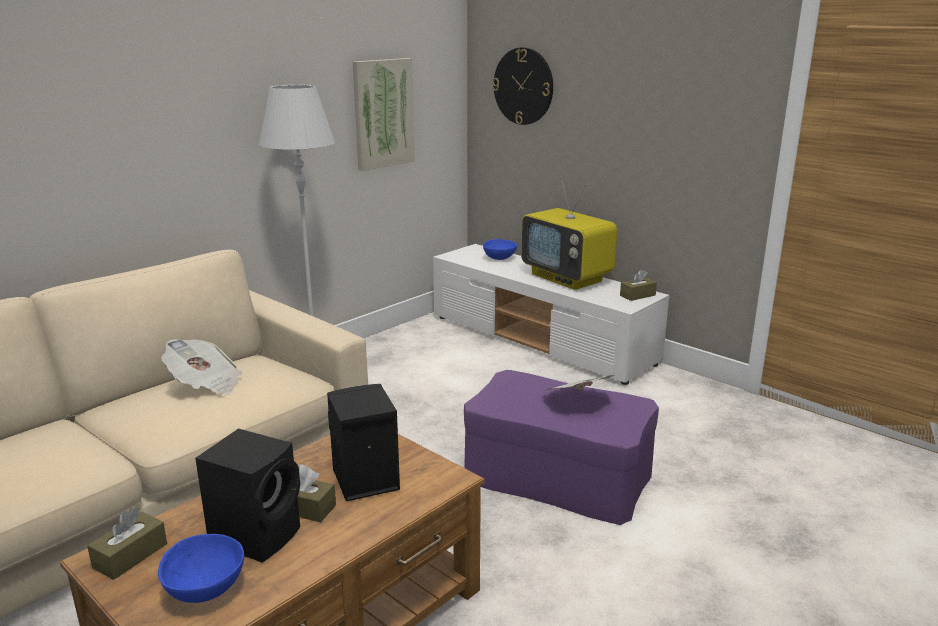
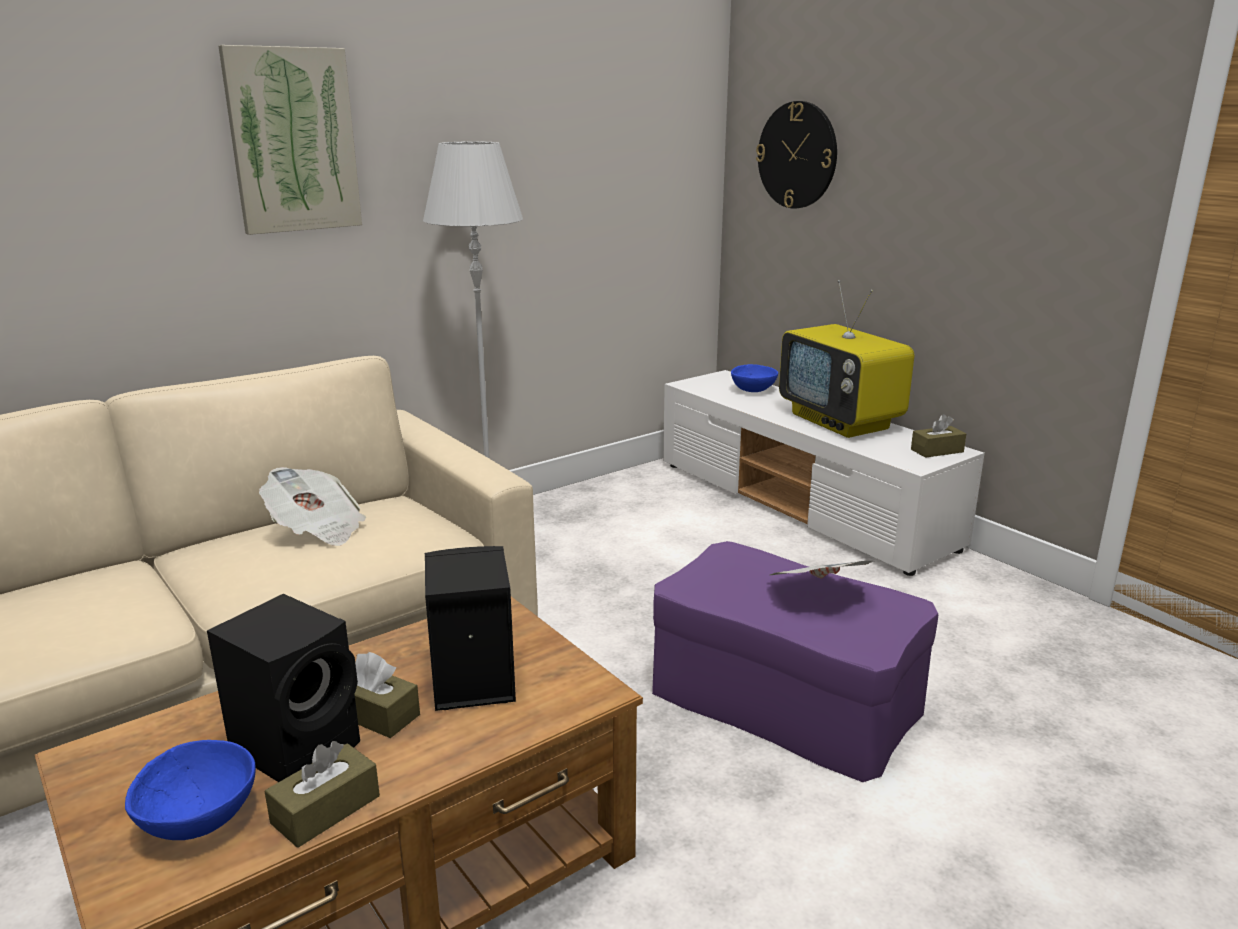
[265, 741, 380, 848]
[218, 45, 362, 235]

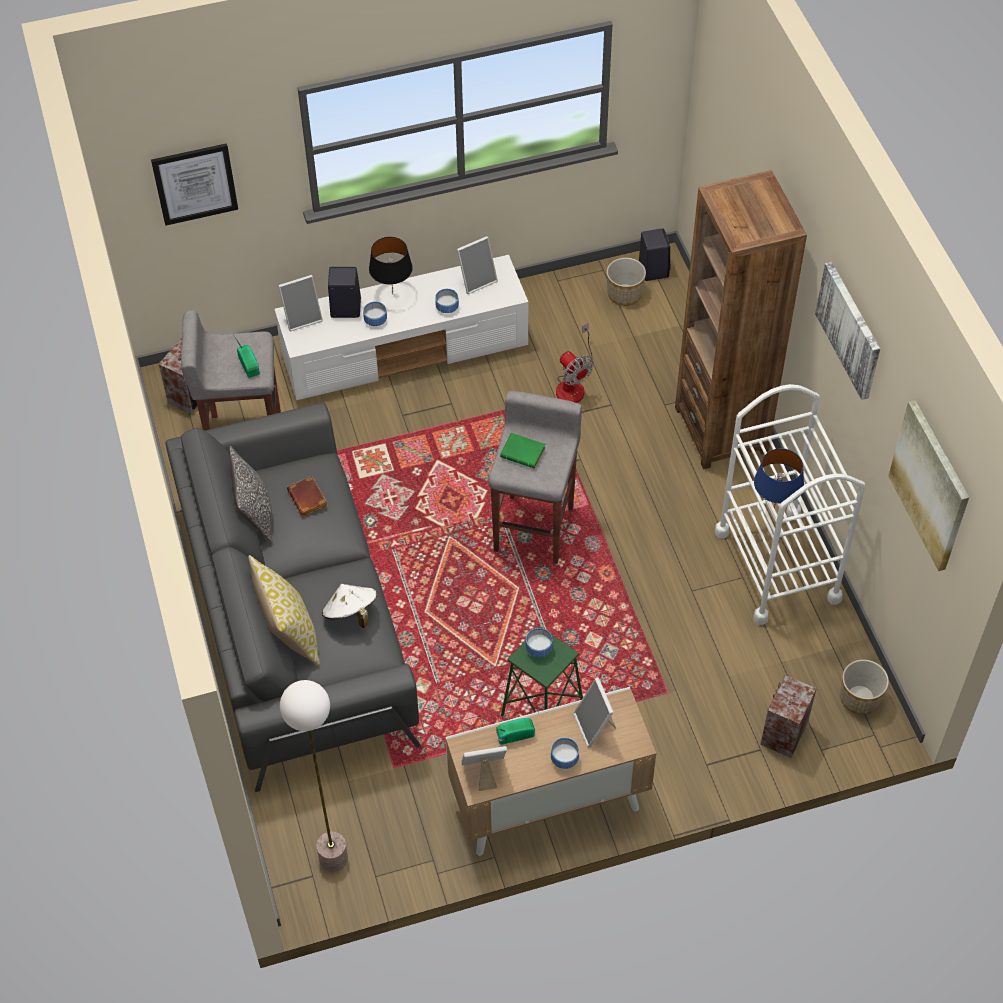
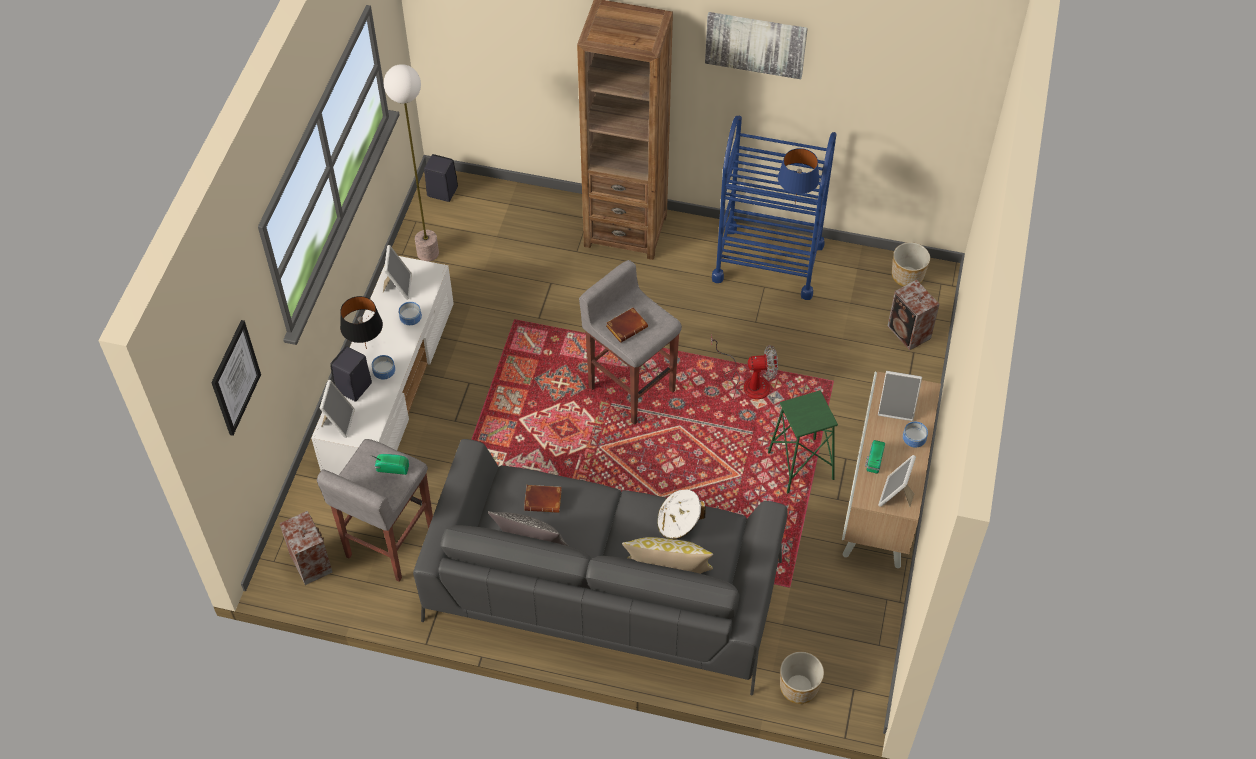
[526, 628, 553, 657] (first image)
[888, 400, 969, 571] (first image)
[384, 64, 439, 262]
[711, 334, 778, 399]
[780, 652, 824, 704]
[606, 308, 648, 343]
[712, 116, 837, 300]

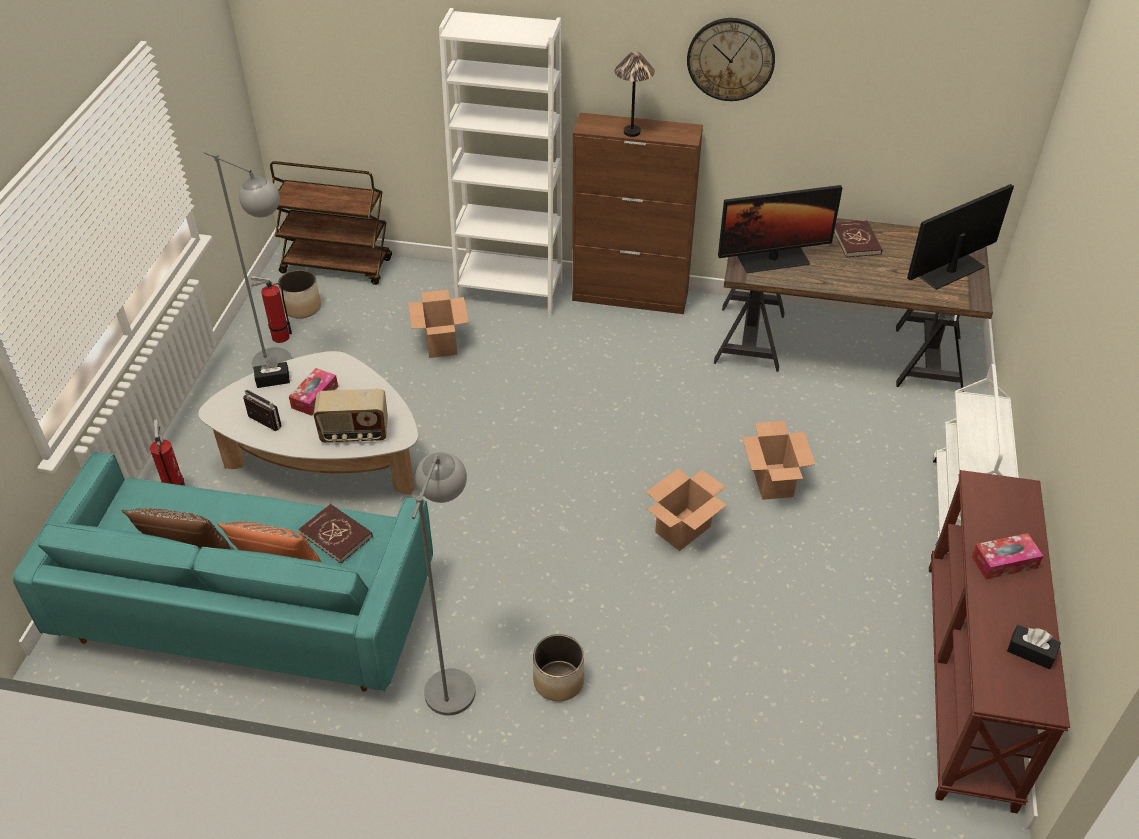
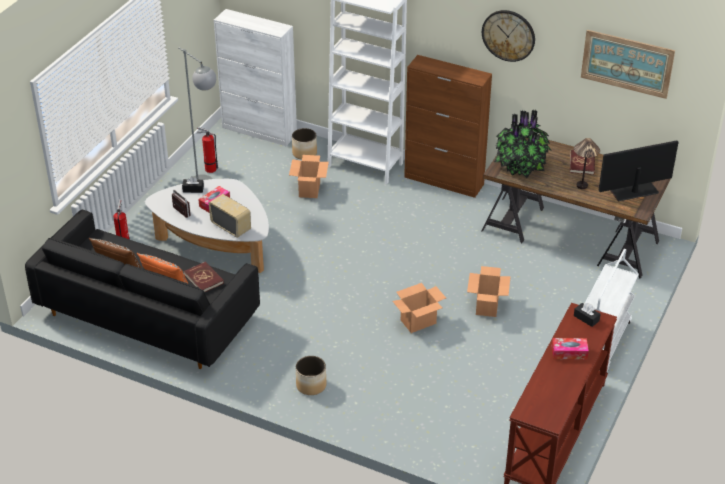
[412, 452, 476, 715] (first image)
[581, 30, 675, 99]
[292, 128, 317, 160]
[574, 138, 600, 189]
[574, 303, 601, 327]
[214, 9, 297, 146]
[494, 110, 552, 178]
[25, 210, 260, 369]
[208, 194, 251, 238]

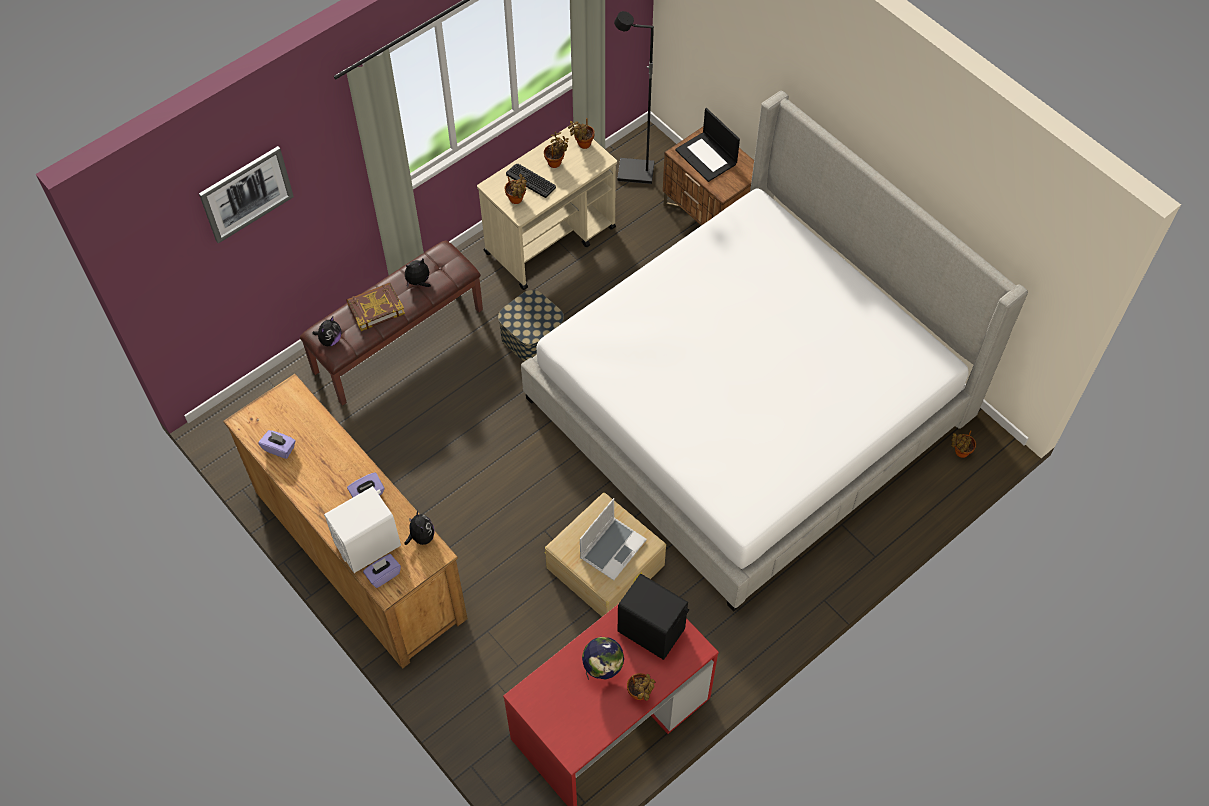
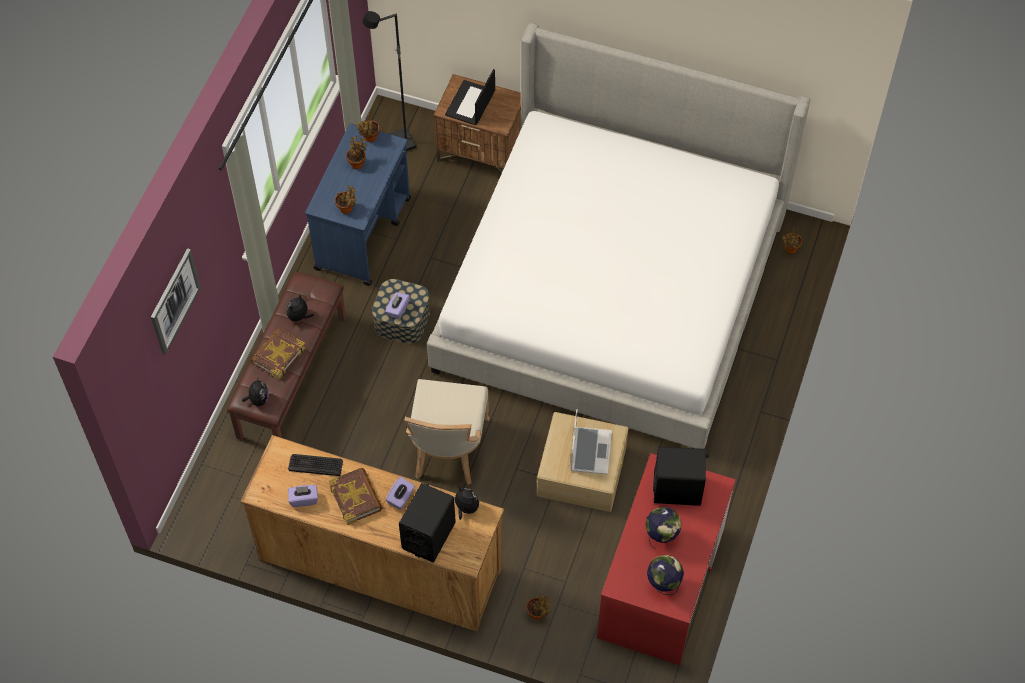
[328, 468, 382, 525]
[404, 379, 490, 485]
[647, 555, 684, 595]
[385, 292, 410, 319]
[288, 454, 343, 476]
[526, 595, 551, 620]
[399, 483, 456, 562]
[305, 123, 411, 286]
[445, 69, 495, 125]

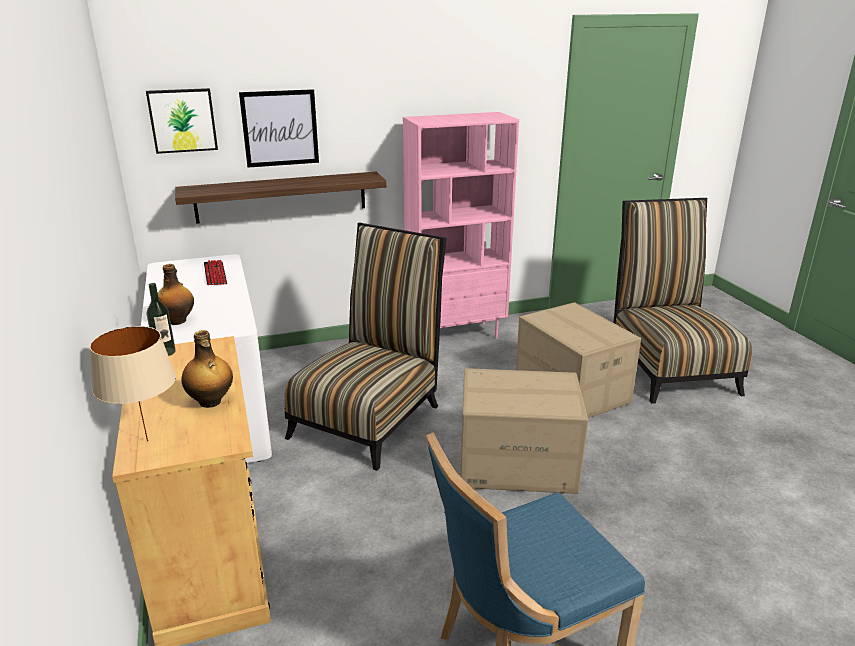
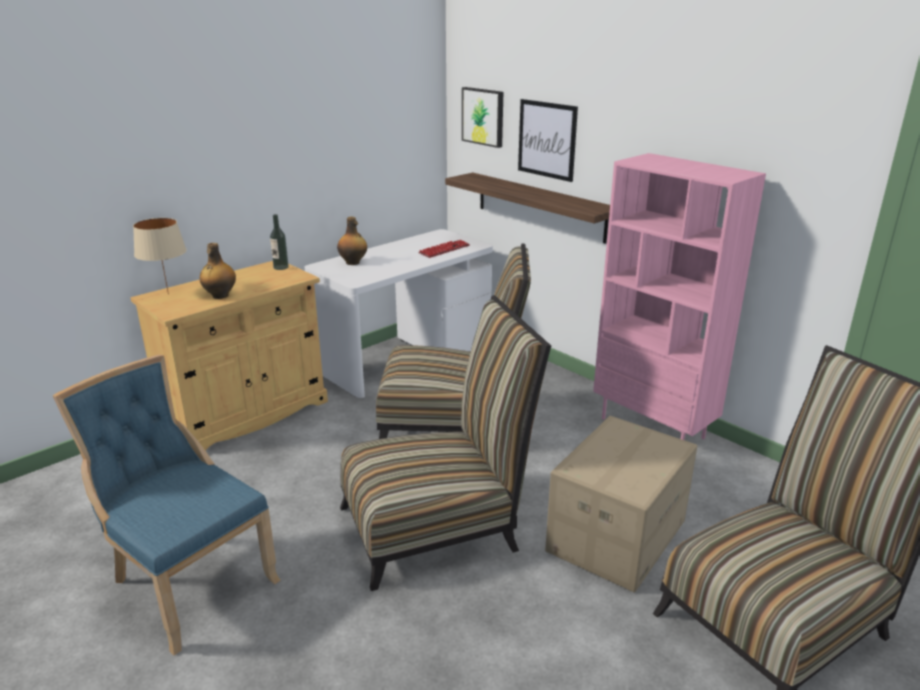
[340, 295, 551, 591]

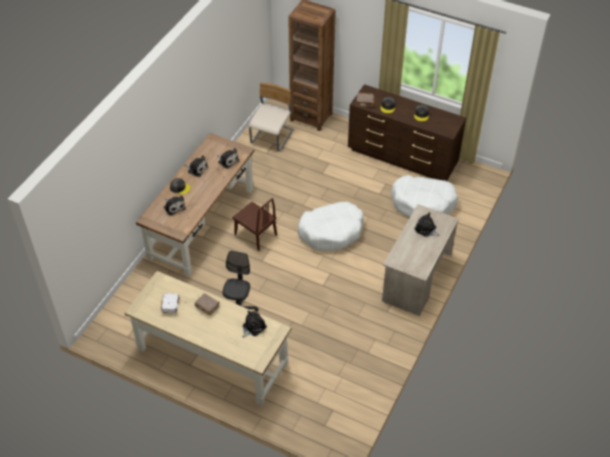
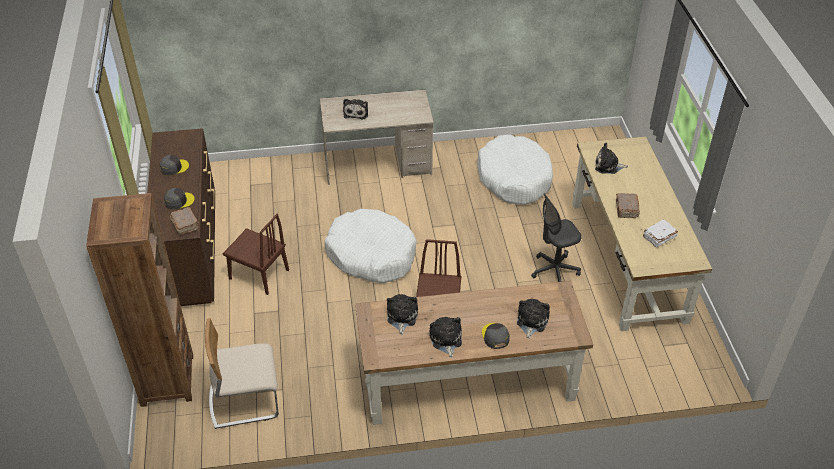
[222, 214, 289, 295]
[477, 135, 553, 205]

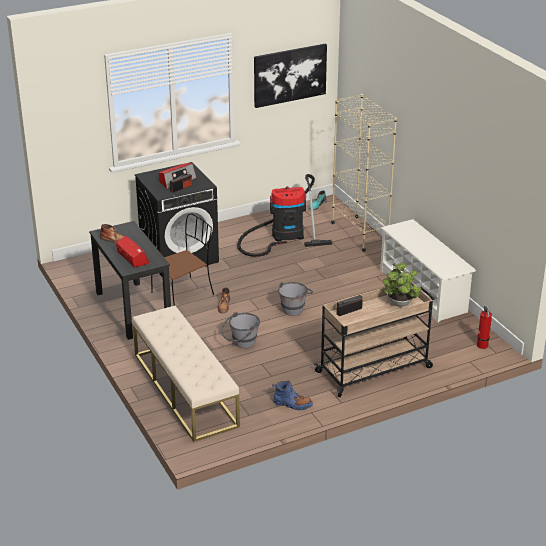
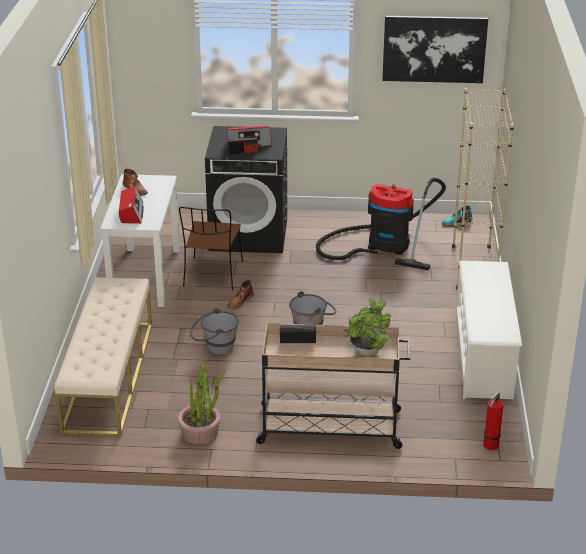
[177, 362, 226, 445]
[100, 174, 180, 307]
[179, 207, 243, 290]

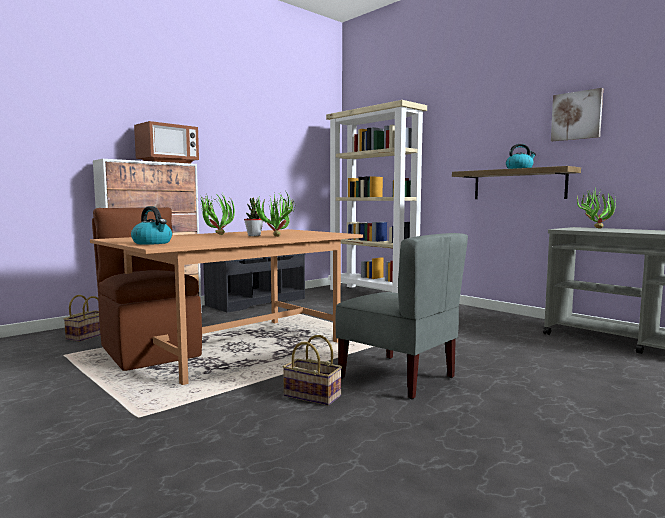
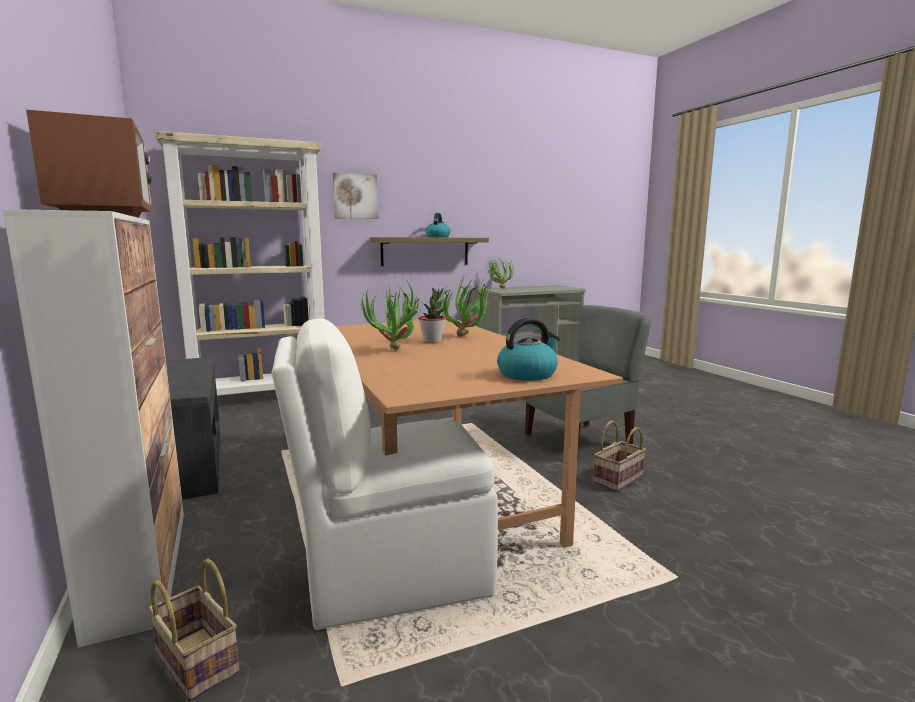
[333, 173, 378, 219]
[272, 318, 498, 630]

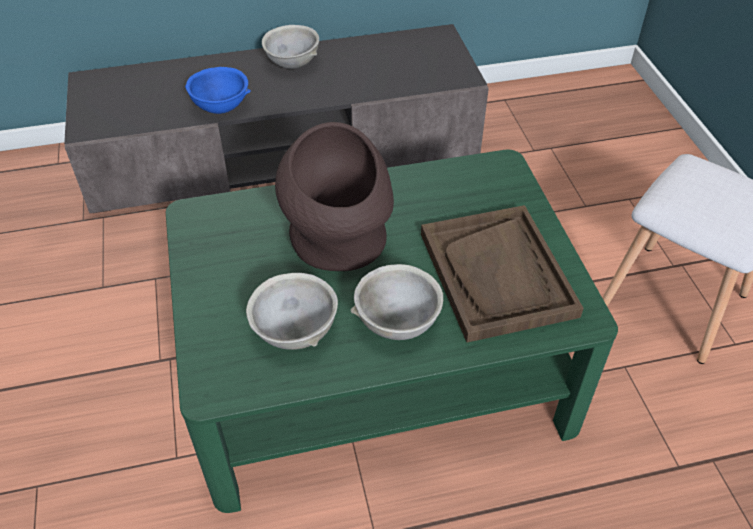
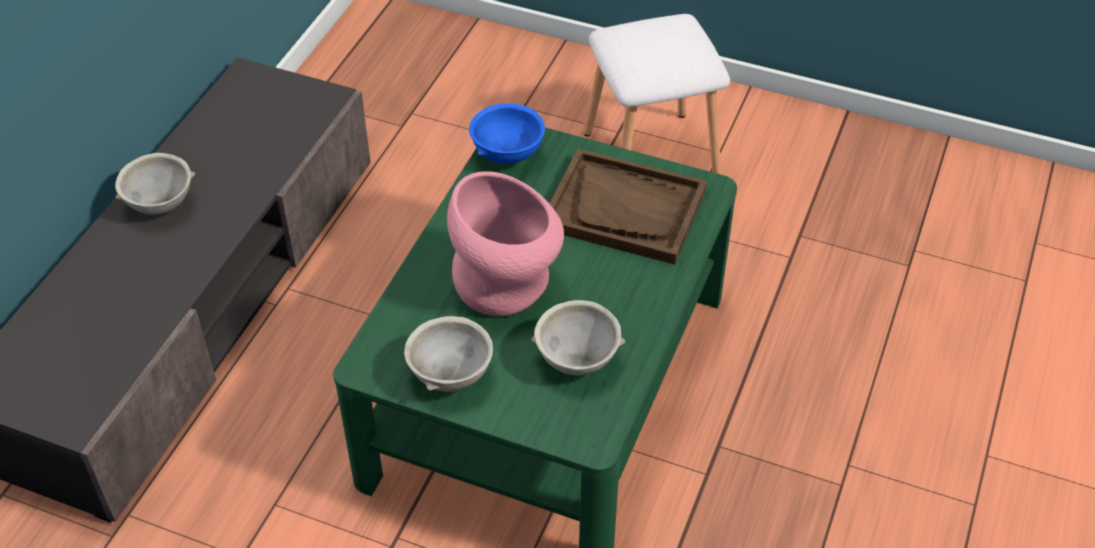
[469, 104, 545, 164]
[404, 316, 493, 392]
[447, 171, 564, 316]

